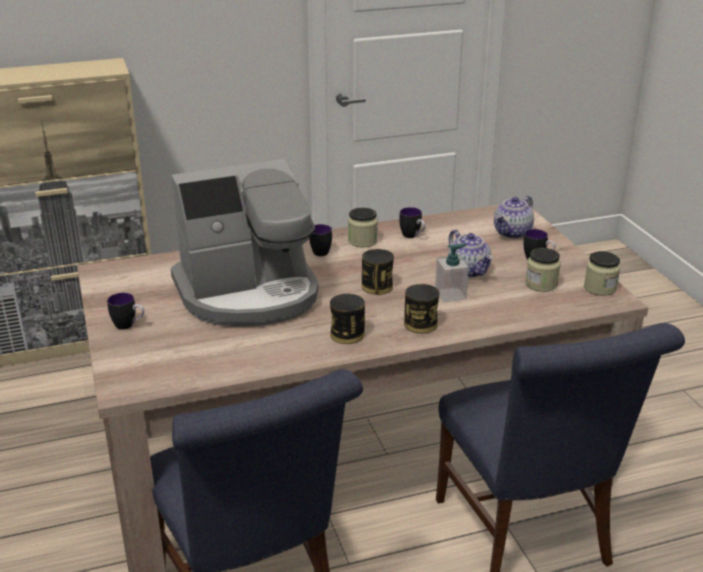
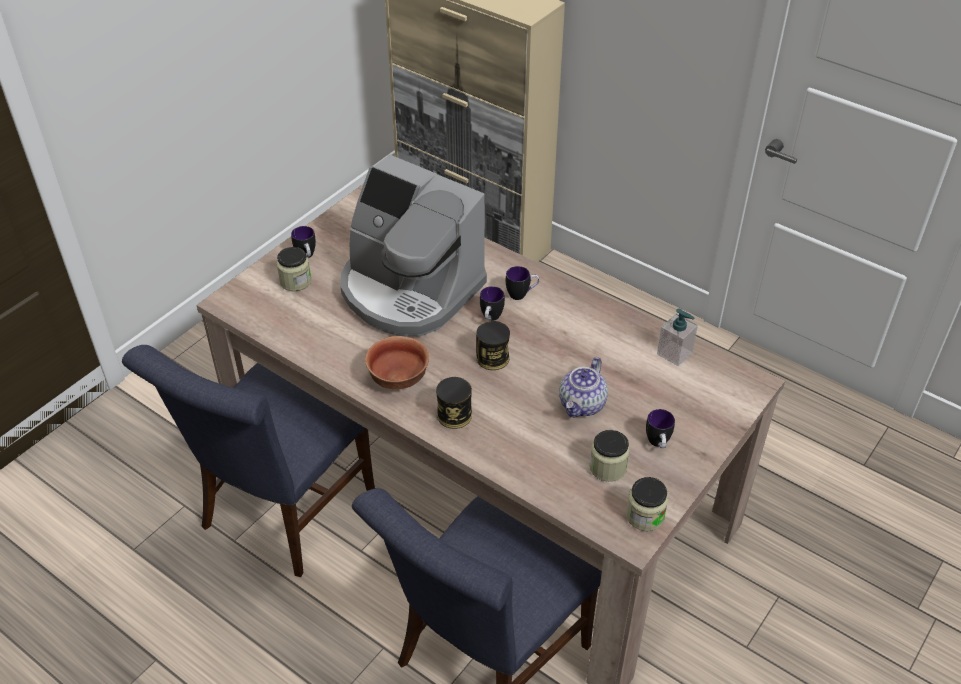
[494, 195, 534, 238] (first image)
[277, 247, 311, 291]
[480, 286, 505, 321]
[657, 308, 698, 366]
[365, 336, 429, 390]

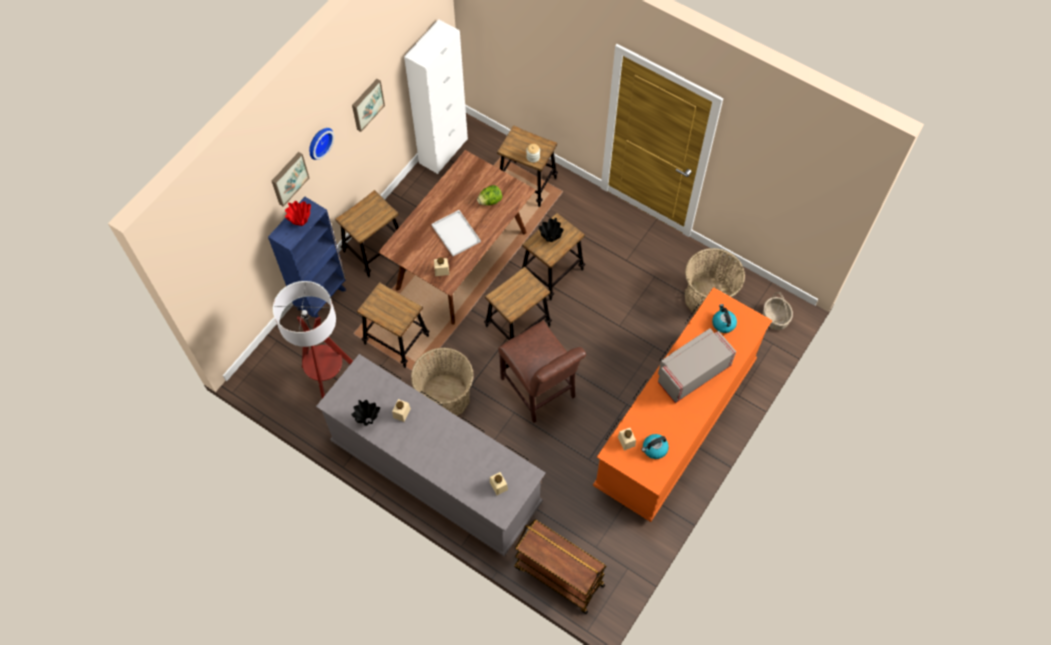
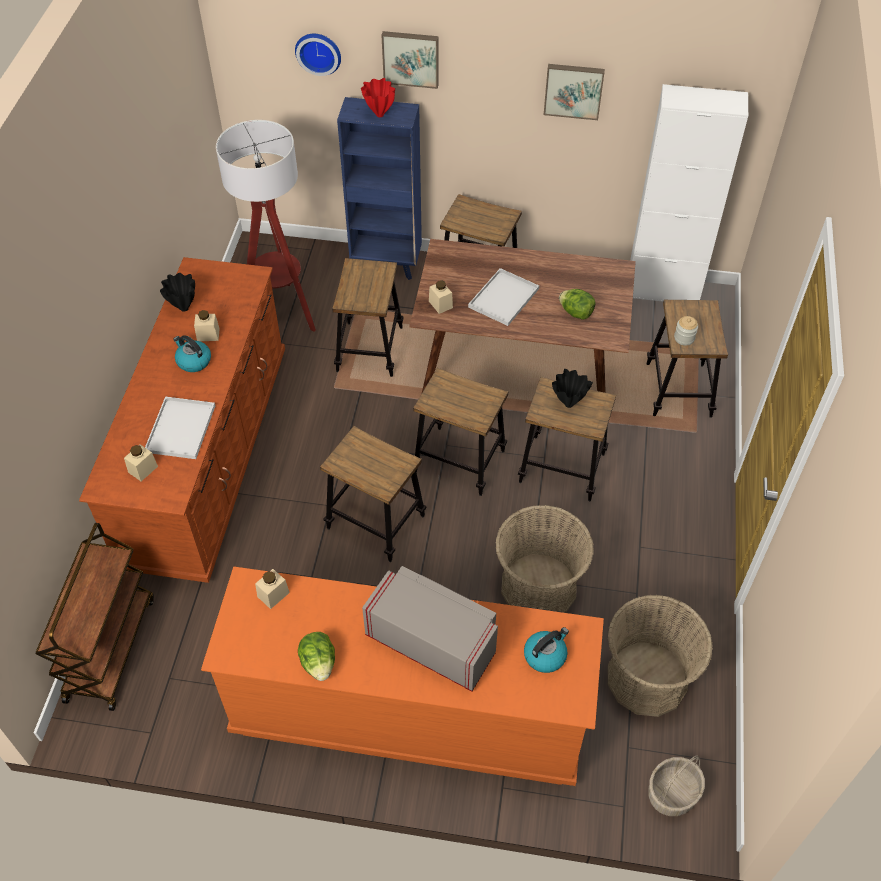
[145, 396, 215, 459]
[298, 632, 335, 681]
[295, 34, 341, 76]
[495, 505, 594, 612]
[173, 335, 211, 372]
[320, 426, 427, 562]
[79, 257, 285, 583]

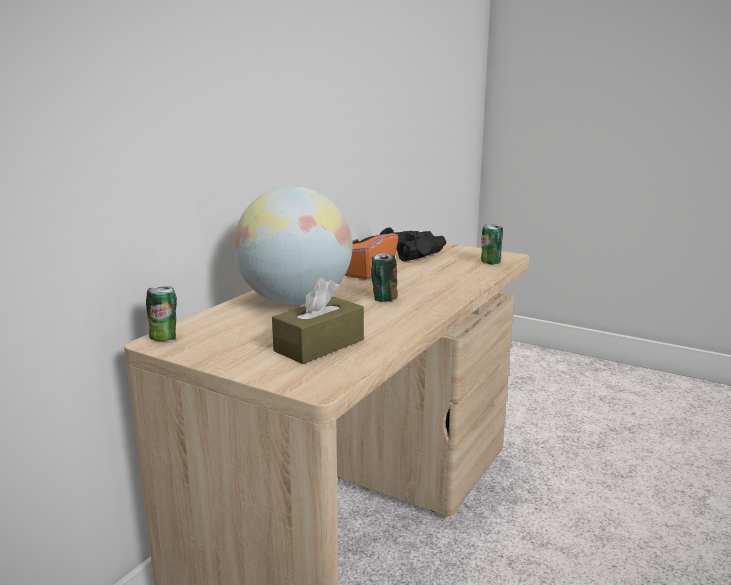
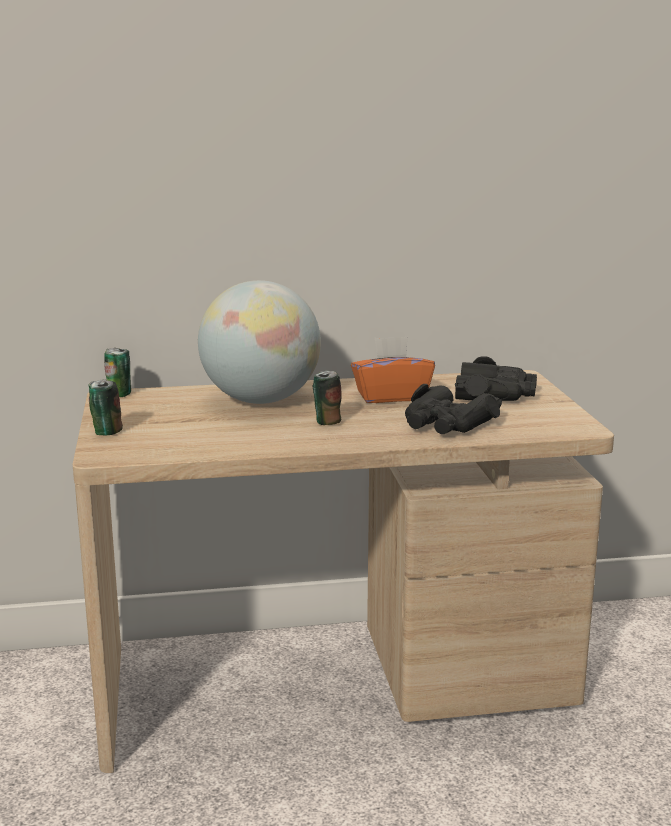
[272, 278, 364, 364] (first image)
[405, 384, 502, 434]
[88, 379, 123, 435]

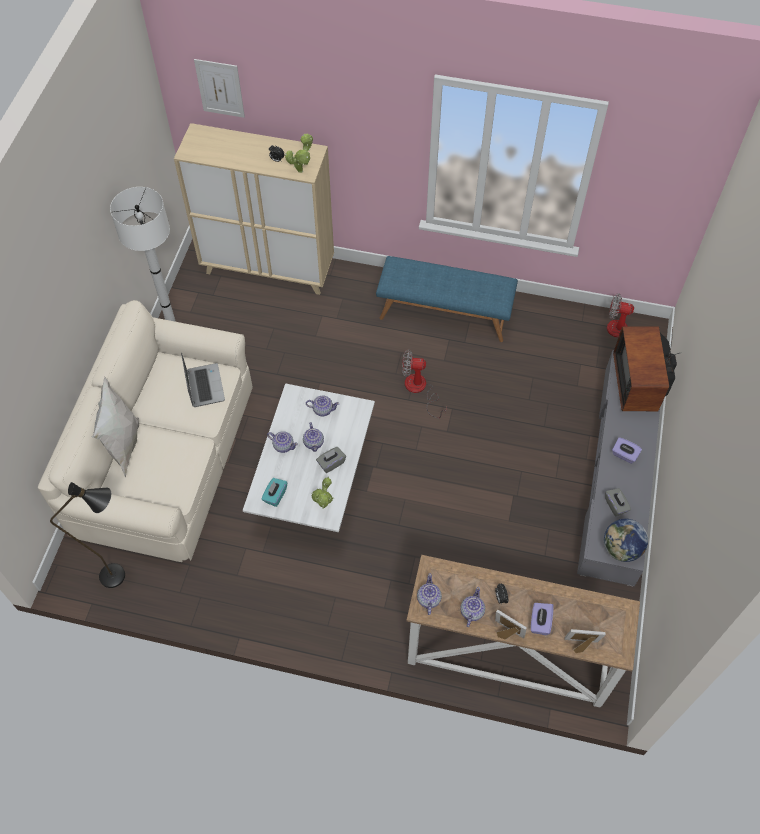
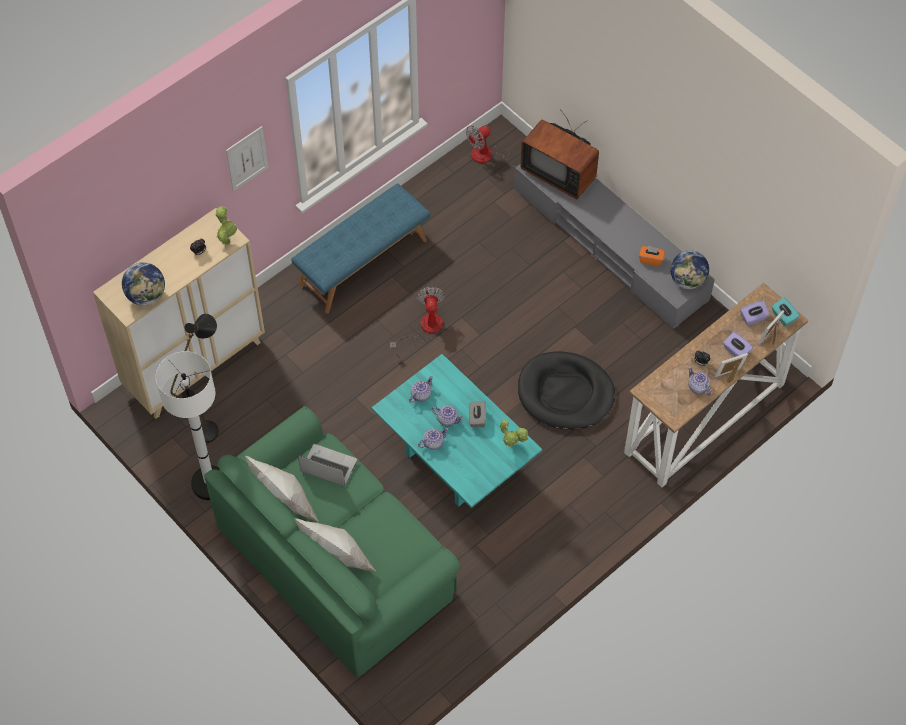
[417, 574, 442, 615] (first image)
[122, 262, 165, 306]
[244, 455, 320, 523]
[518, 351, 615, 430]
[170, 314, 219, 443]
[226, 126, 268, 191]
[771, 297, 800, 327]
[740, 301, 770, 326]
[204, 406, 460, 677]
[371, 354, 542, 508]
[639, 246, 665, 266]
[390, 287, 445, 349]

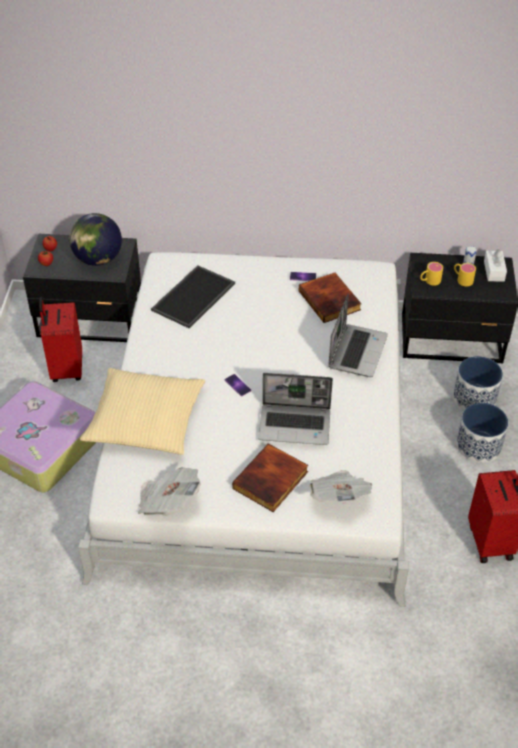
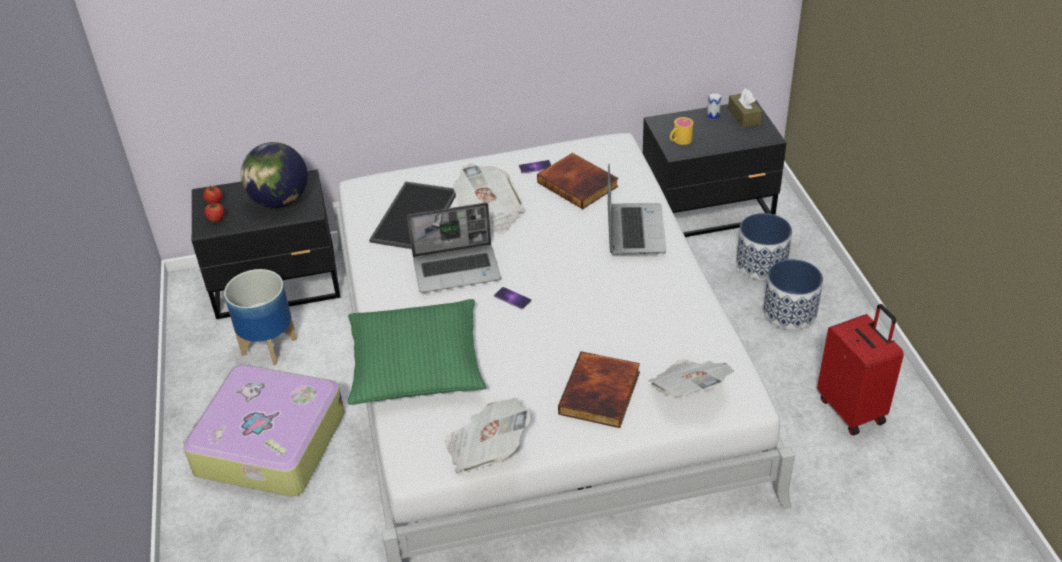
[454, 263, 476, 286] (first image)
[453, 164, 525, 234]
[407, 203, 501, 293]
[224, 269, 297, 365]
[347, 299, 487, 405]
[728, 88, 762, 128]

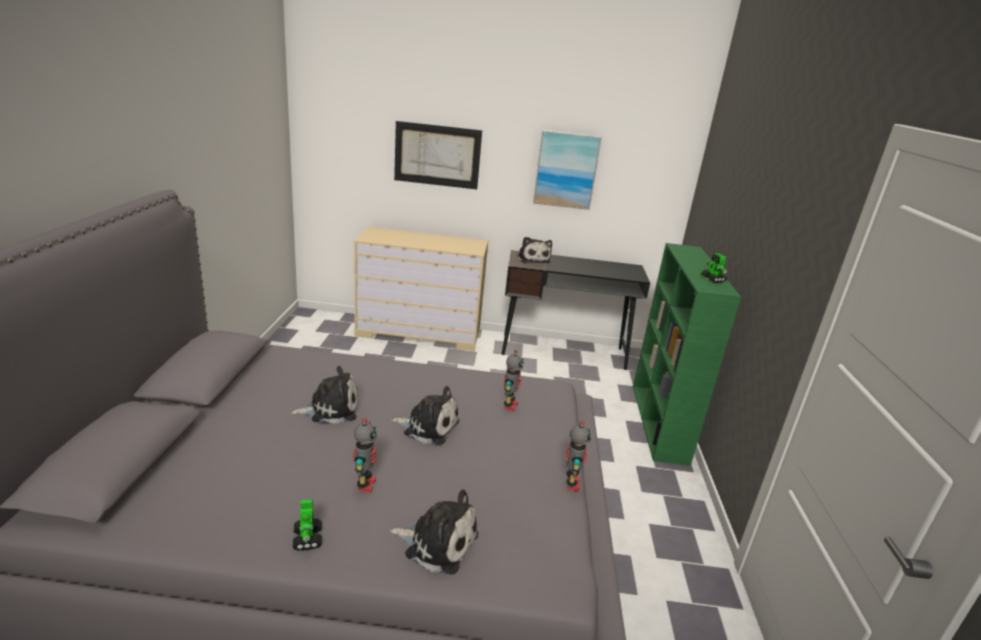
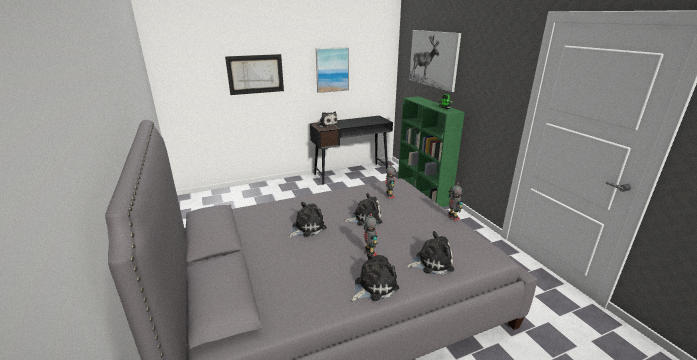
[354, 226, 488, 351] (first image)
[409, 30, 461, 92]
[351, 252, 399, 301]

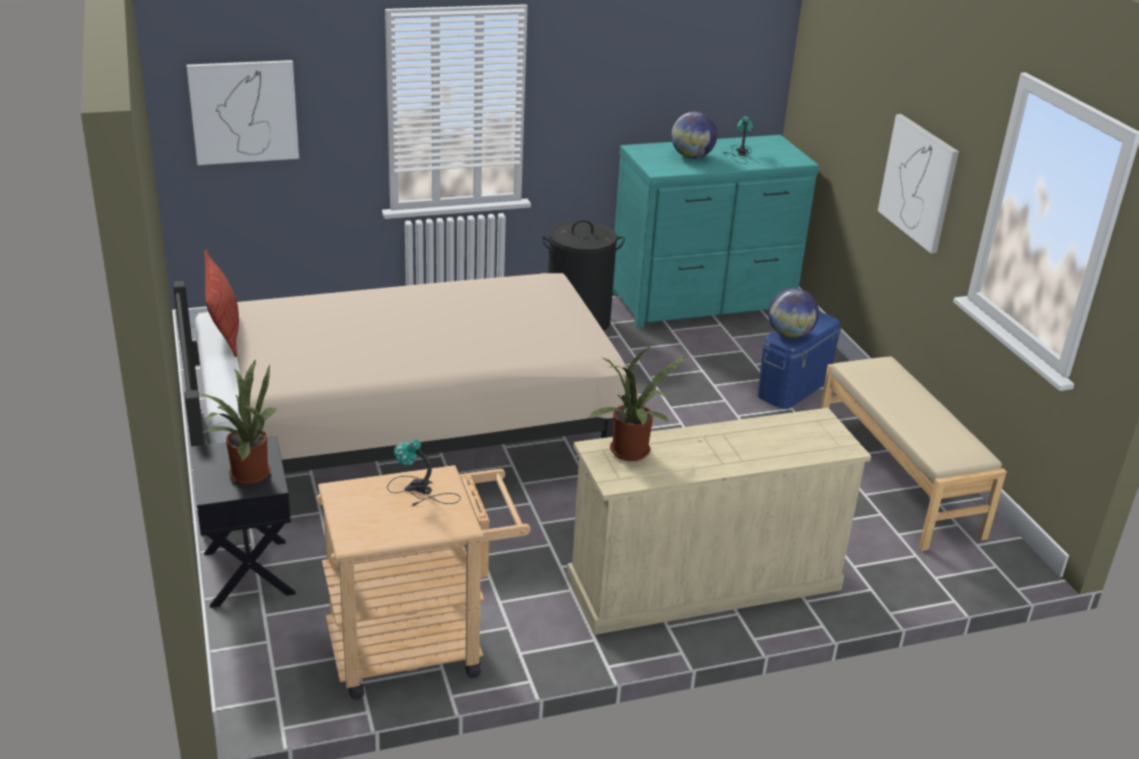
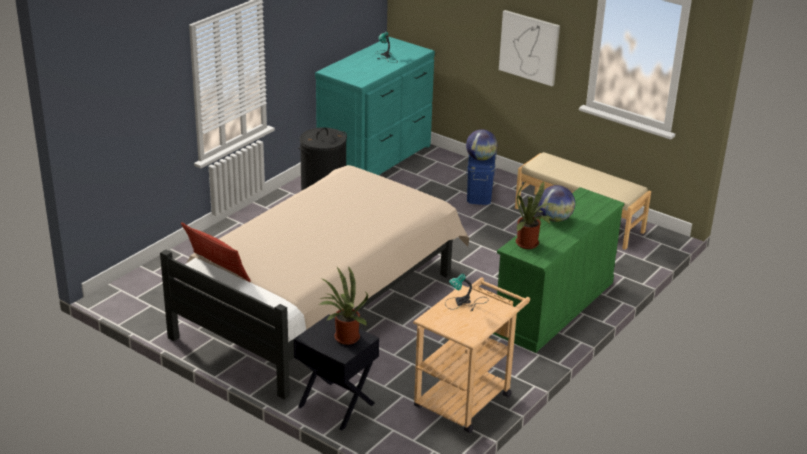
[186, 60, 299, 165] (first image)
[538, 185, 575, 222]
[493, 187, 624, 353]

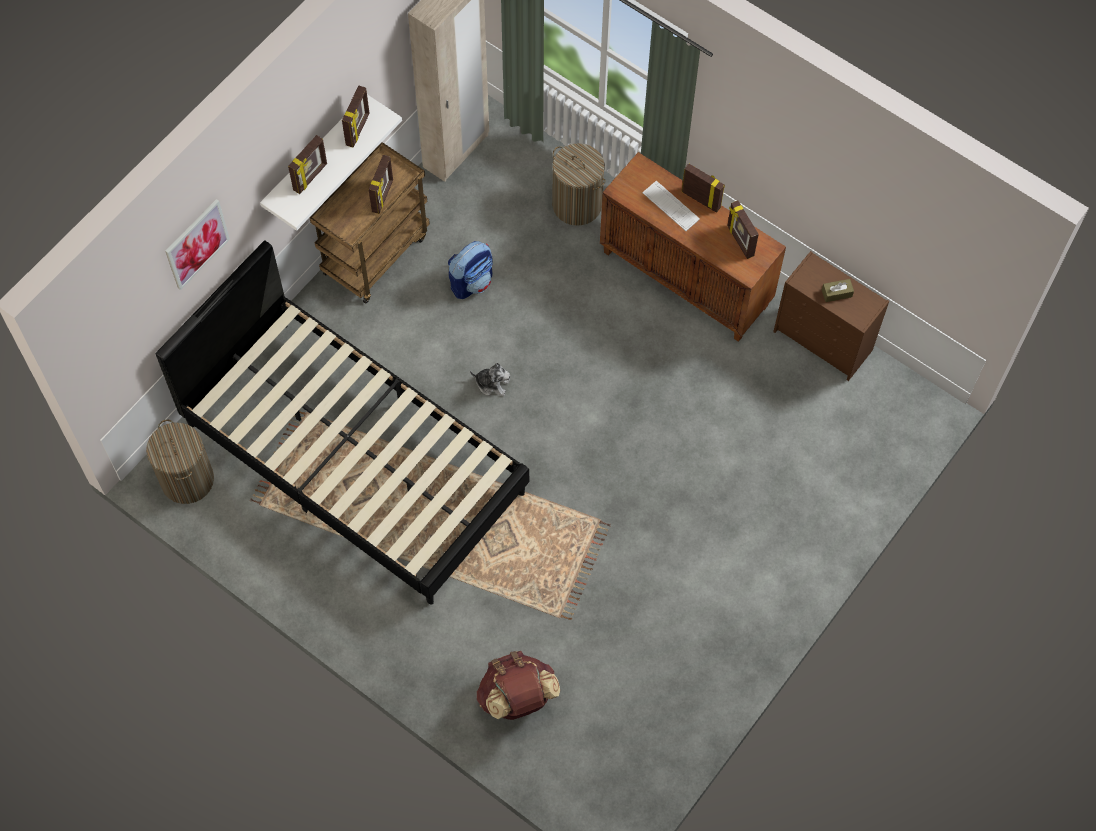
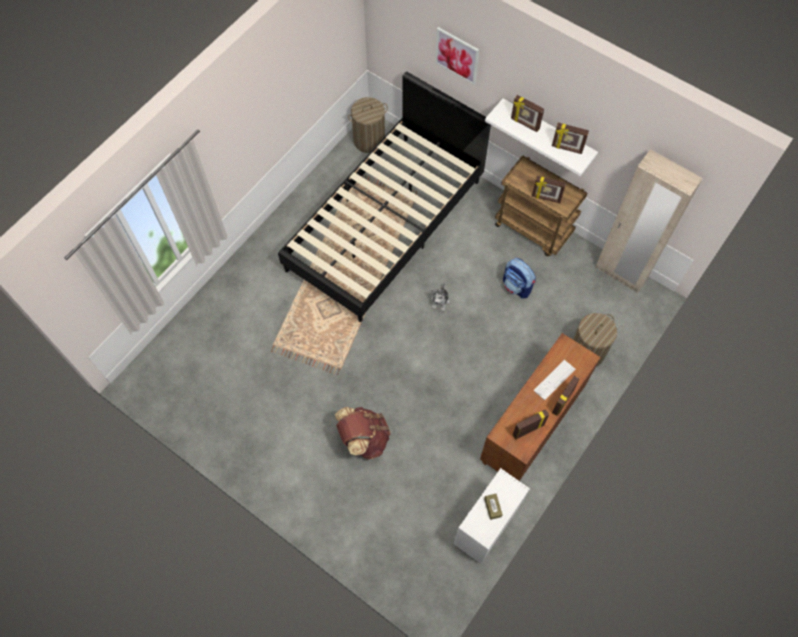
[335, 407, 391, 459]
[454, 468, 530, 564]

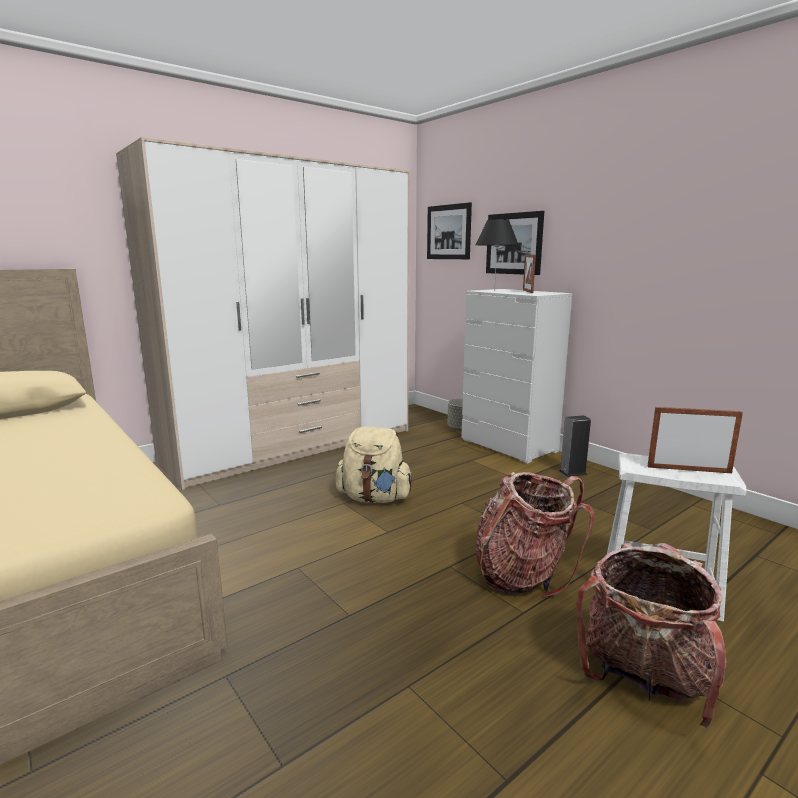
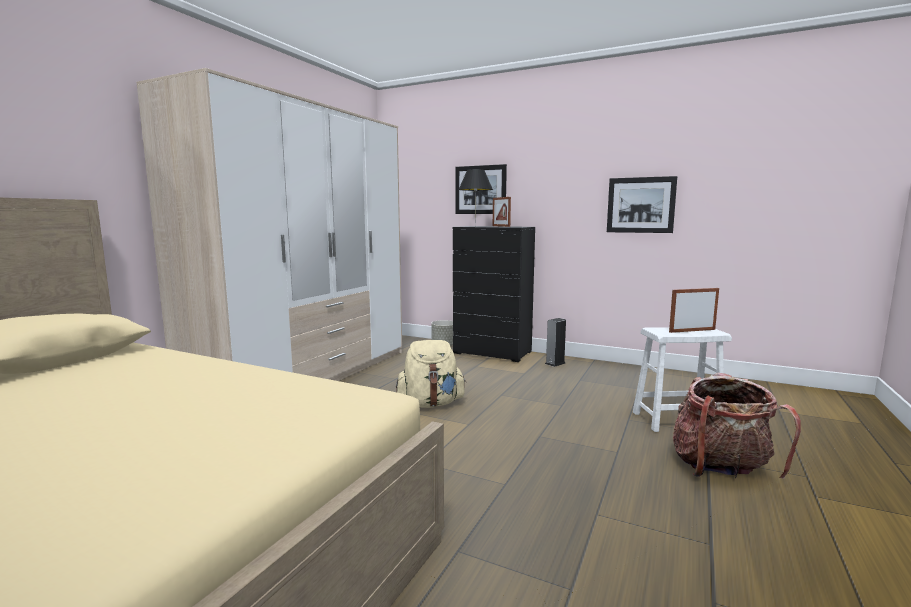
[476, 472, 594, 597] (first image)
[607, 176, 677, 233]
[453, 226, 535, 362]

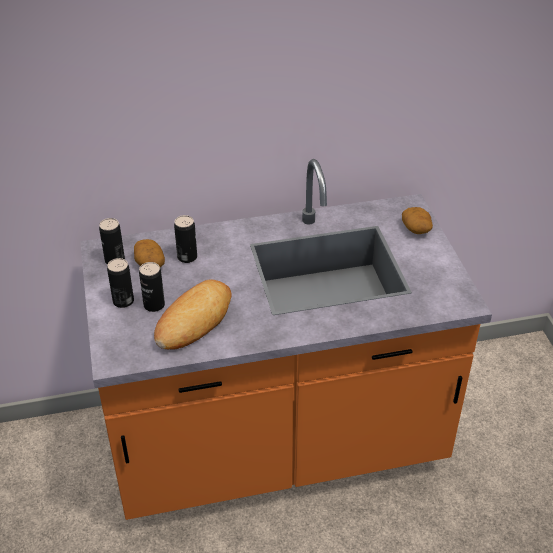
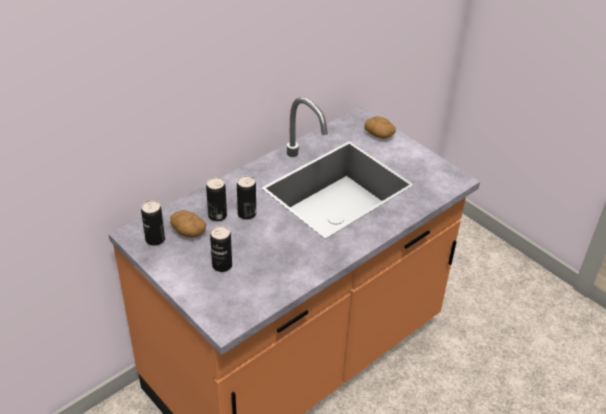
[154, 280, 232, 350] (first image)
[237, 176, 256, 220]

